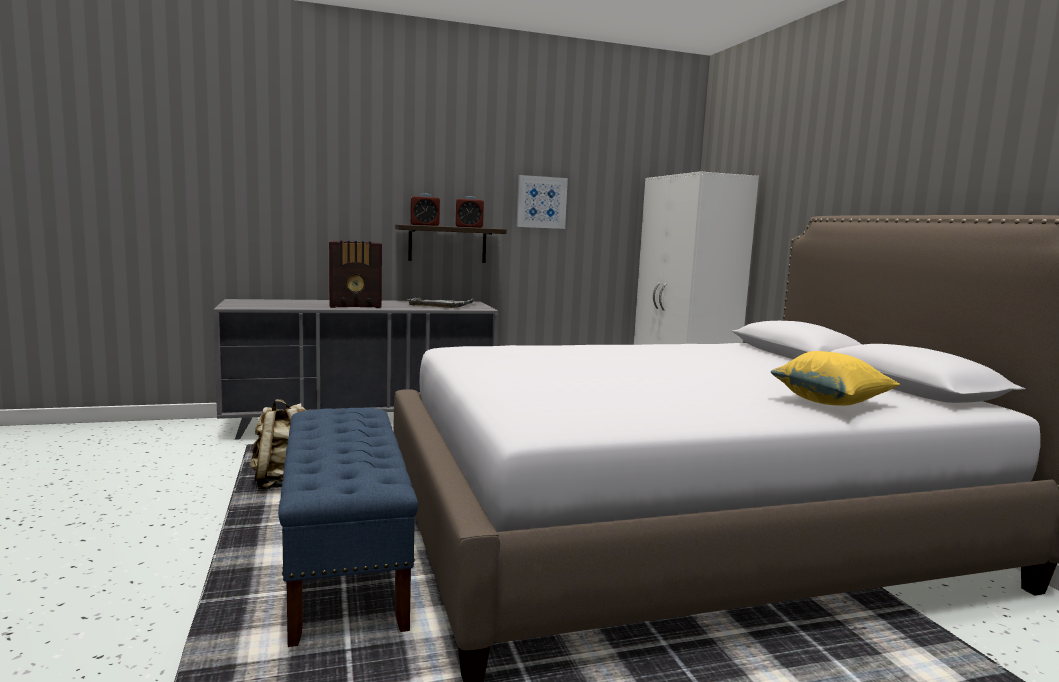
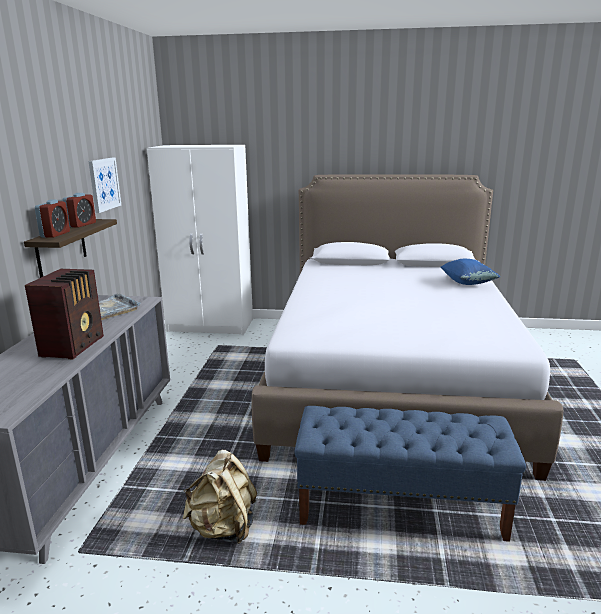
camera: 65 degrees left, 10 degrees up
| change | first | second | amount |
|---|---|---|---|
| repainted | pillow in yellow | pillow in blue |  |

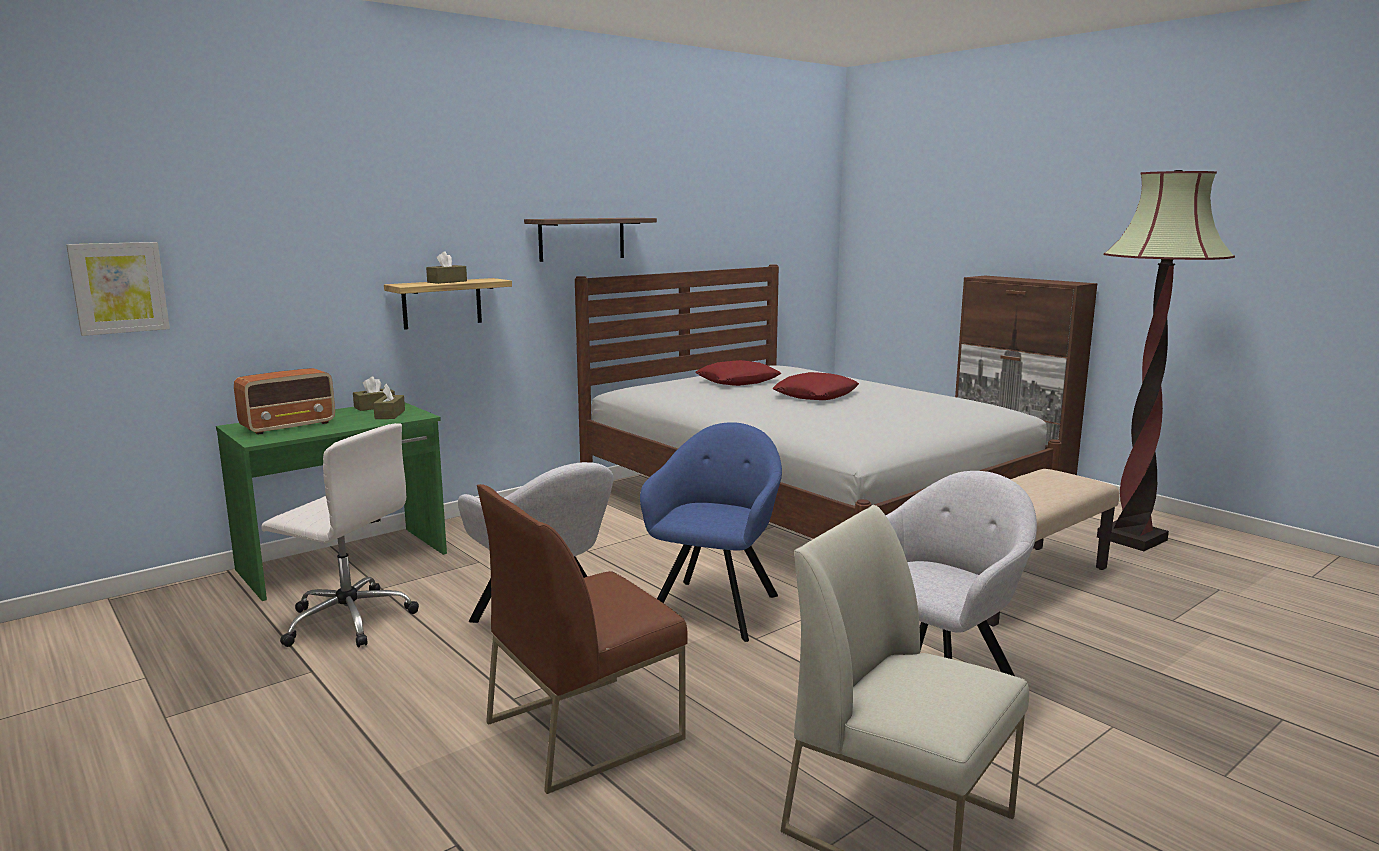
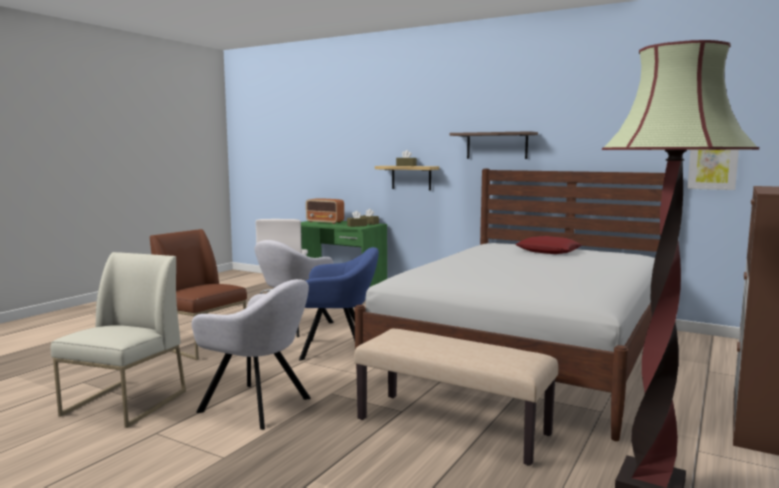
camera: 70 degrees right, 5 degrees down
| change | first | second | amount |
|---|---|---|---|
| gone | pillow in red (no. 2 from left) |  |  |
| shifted | picture |  |  |

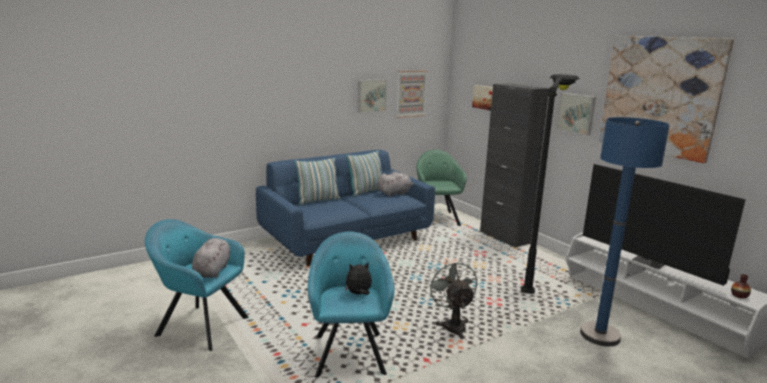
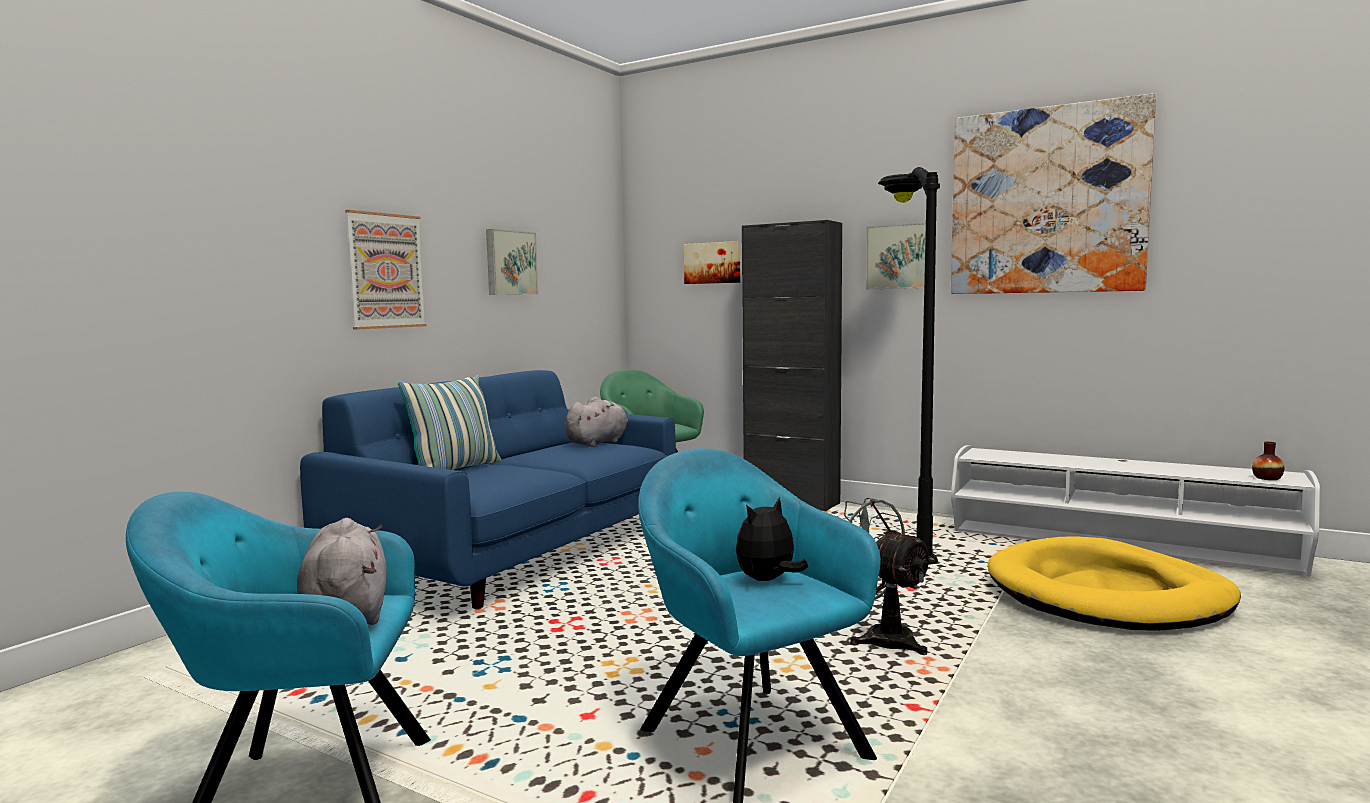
camera: 25 degrees left, 10 degrees down
| change | first | second | amount |
|---|---|---|---|
| gone | pillow (no. 2 from left) |  |  |
| gone | television |  |  |
| shifted | picture (no. 2 from left in the first image) | picture (no. 1 from left) |  |
| swapped | floor lamp in blue | dog bed in yellow |  |

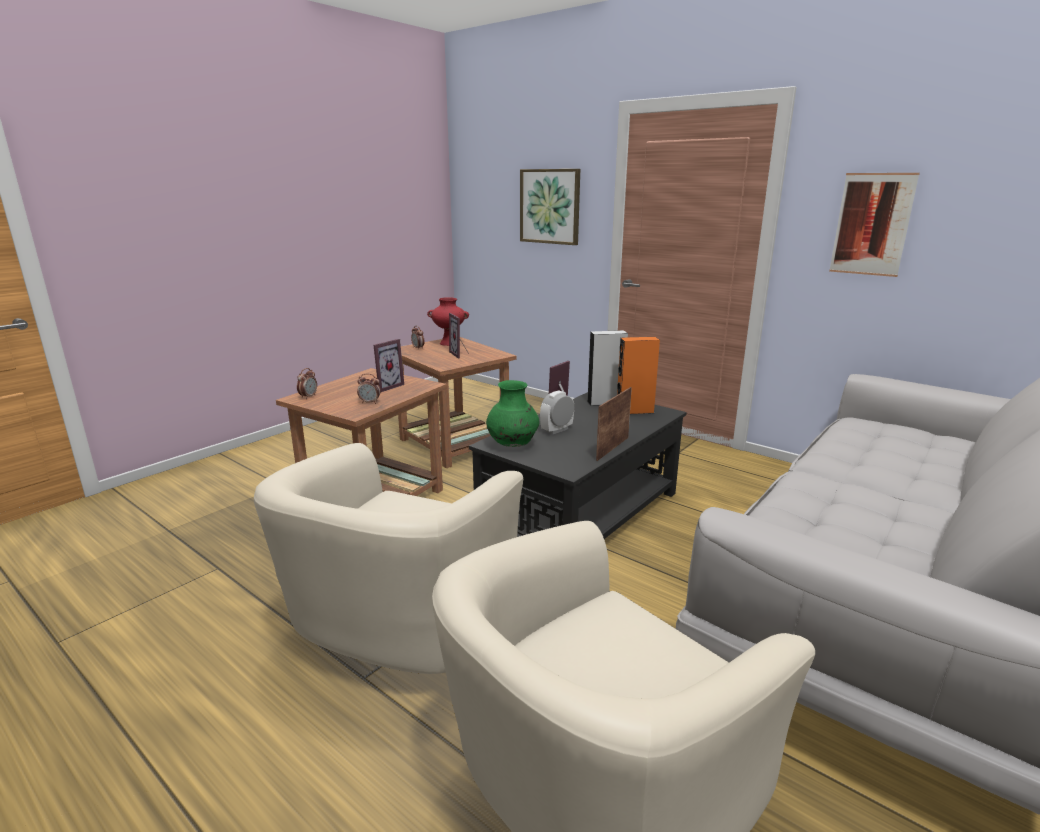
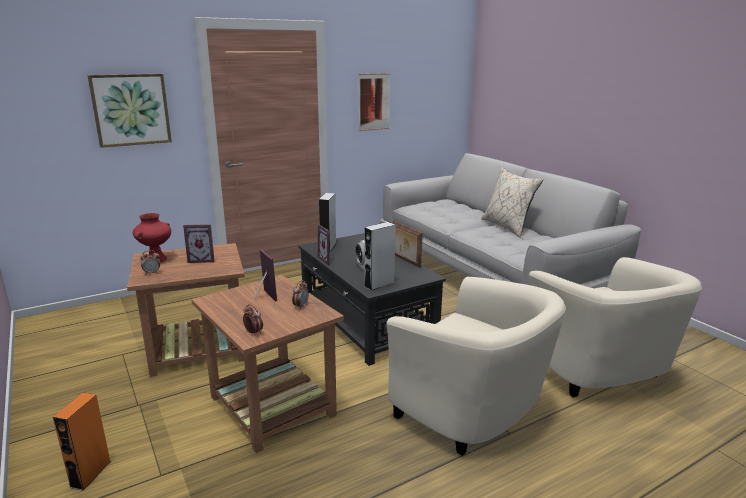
camera: 70 degrees left, 0 degrees up
| change | first | second | amount |
|---|---|---|---|
| new |  | pillow in beige |  |
| shifted | speaker in orange |  |  |
| swapped | vase in green | speaker in grey (no. 2 from left) |  |

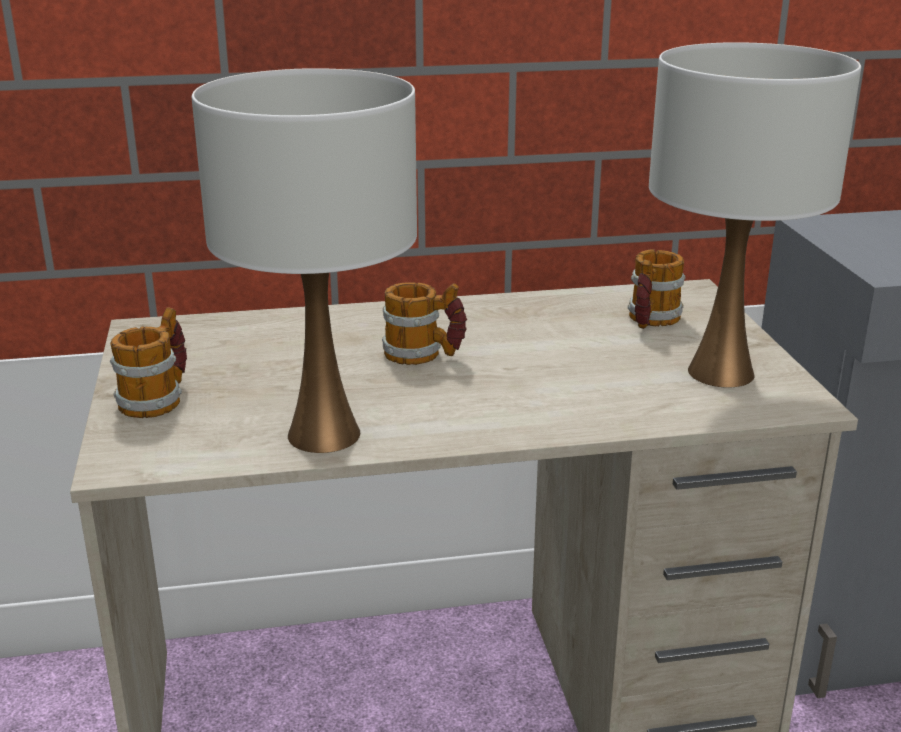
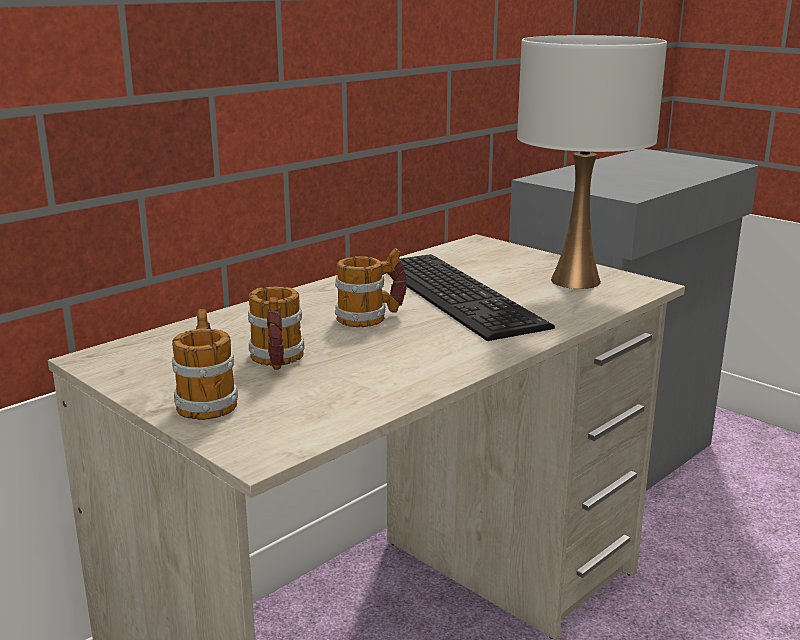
camera: 35 degrees left, 5 degrees down
| change | first | second | amount |
|---|---|---|---|
| gone | table lamp in white (no. 1 from left) |  |  |
| new |  | keyboard |  |
| shifted | mug (no. 3 from left in the first image) | mug (no. 2 from left) |  |

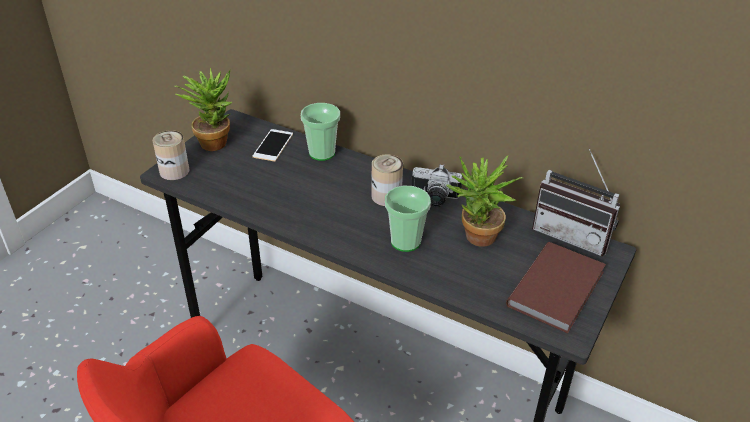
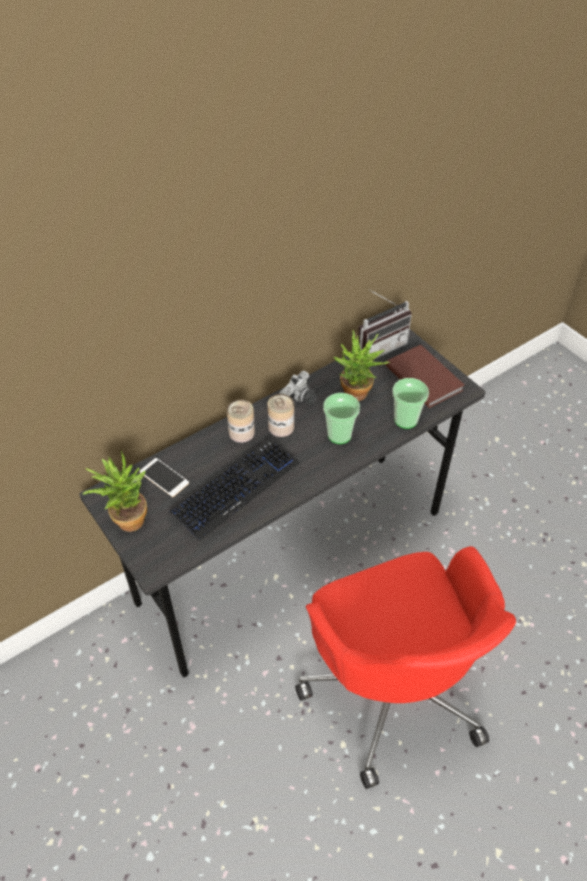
camera: 65 degrees left, 10 degrees up
| change | first | second | amount |
|---|---|---|---|
| new |  | keyboard |  |
| shifted | can (no. 1 from left) |  |  |
| shifted | cup (no. 1 from left in the first image) | cup (no. 2 from left) |  |

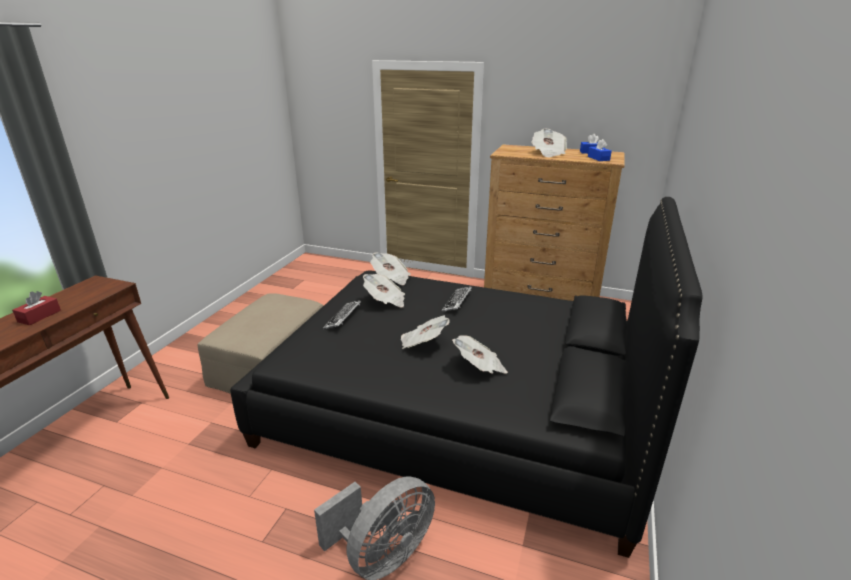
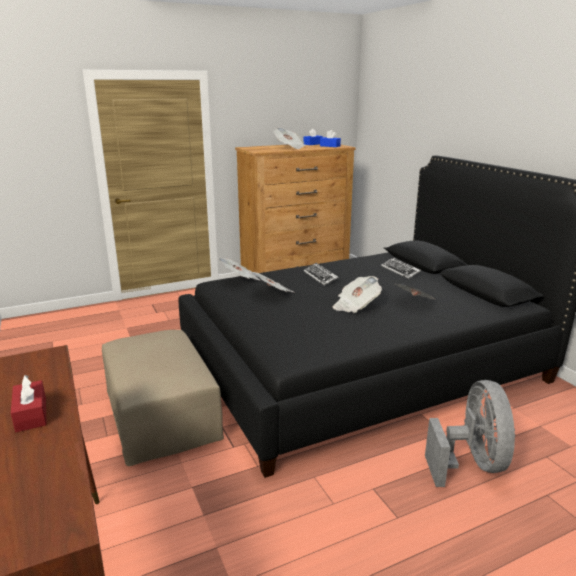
camera: 45 degrees left, 5 degrees down
| change | first | second | amount |
|---|---|---|---|
| shifted | keyboard (no. 1 from left in the first image) | keyboard (no. 2 from left) |  |

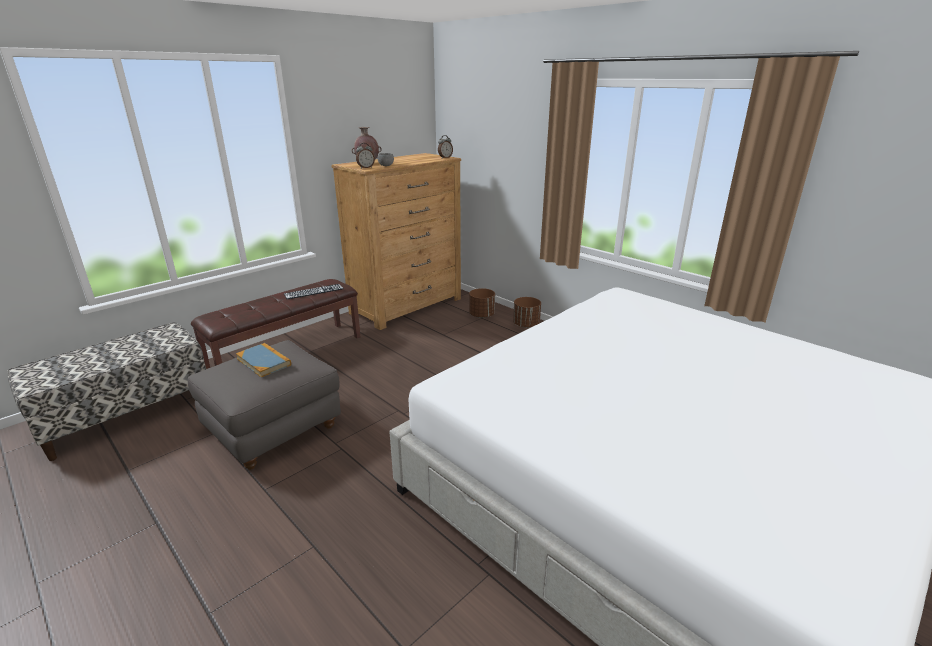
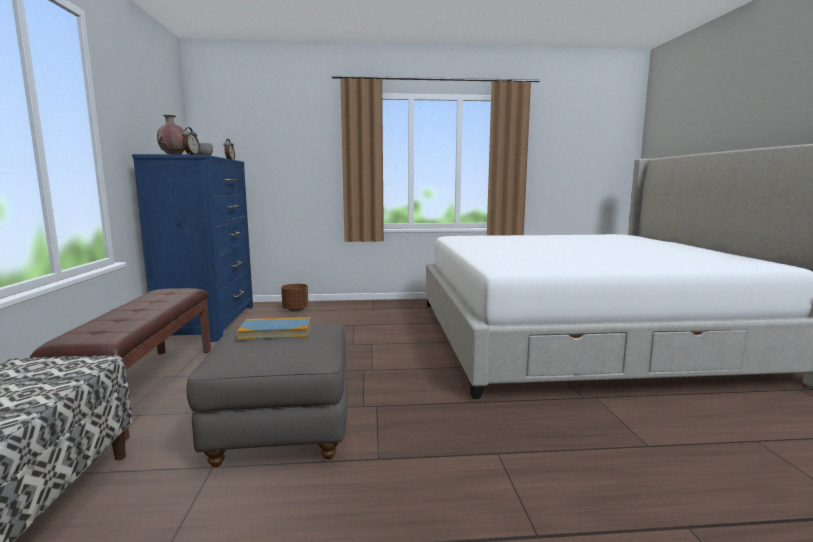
camera: 50 degrees left, 15 degrees down
| change | first | second | amount |
|---|---|---|---|
| gone | keyboard |  |  |
| gone | planter in brown (no. 2 from left) |  |  |
| repainted | dresser in brown | dresser in blue |  |

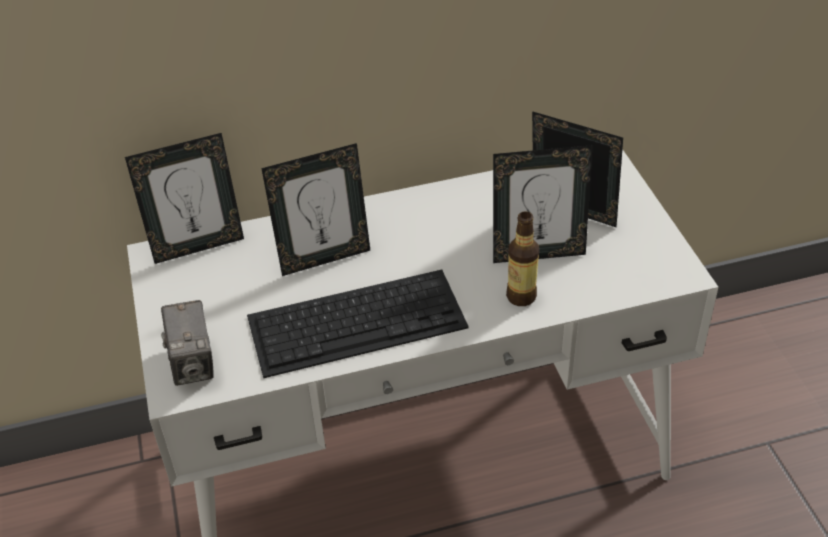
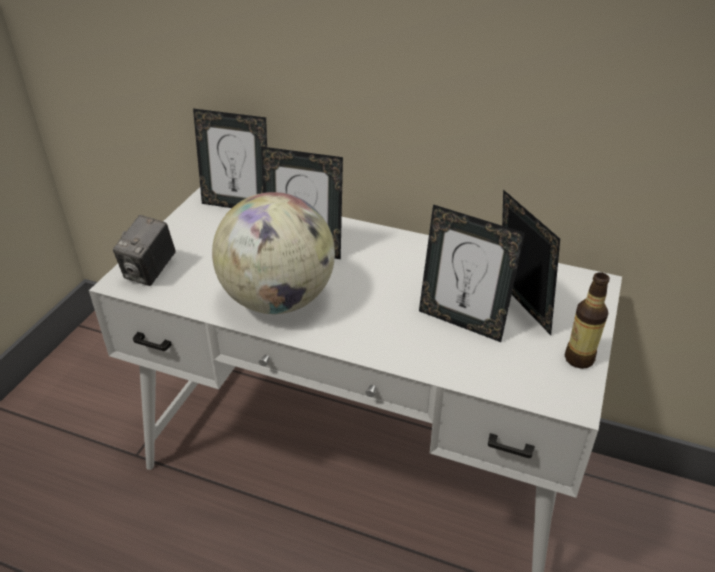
camera: 35 degrees right, 5 degrees down
| change | first | second | amount |
|---|---|---|---|
| shifted | bottle |  |  |
| swapped | keyboard | globe |  |

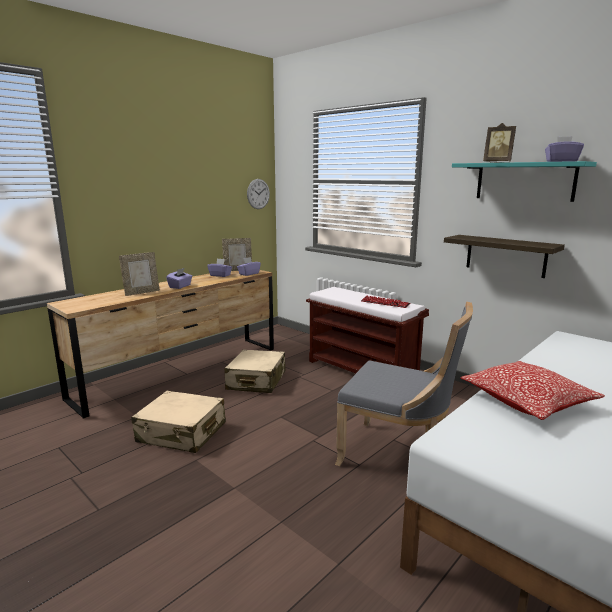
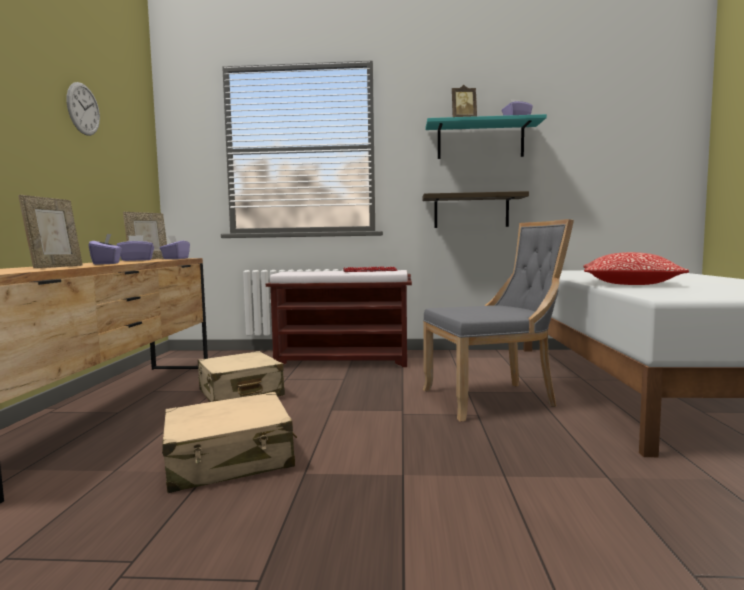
camera: 40 degrees left, 10 degrees down
| change | first | second | amount |
|---|---|---|---|
| shifted | wall clock |  |  |

